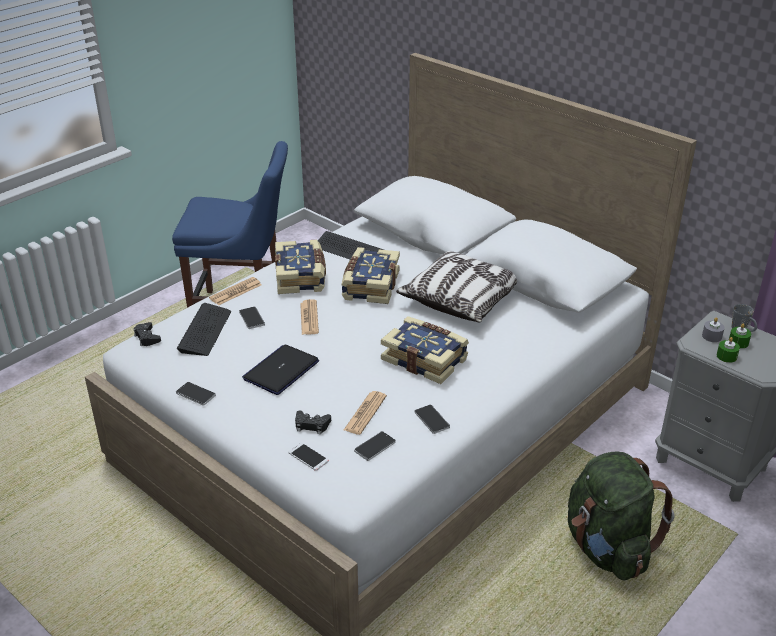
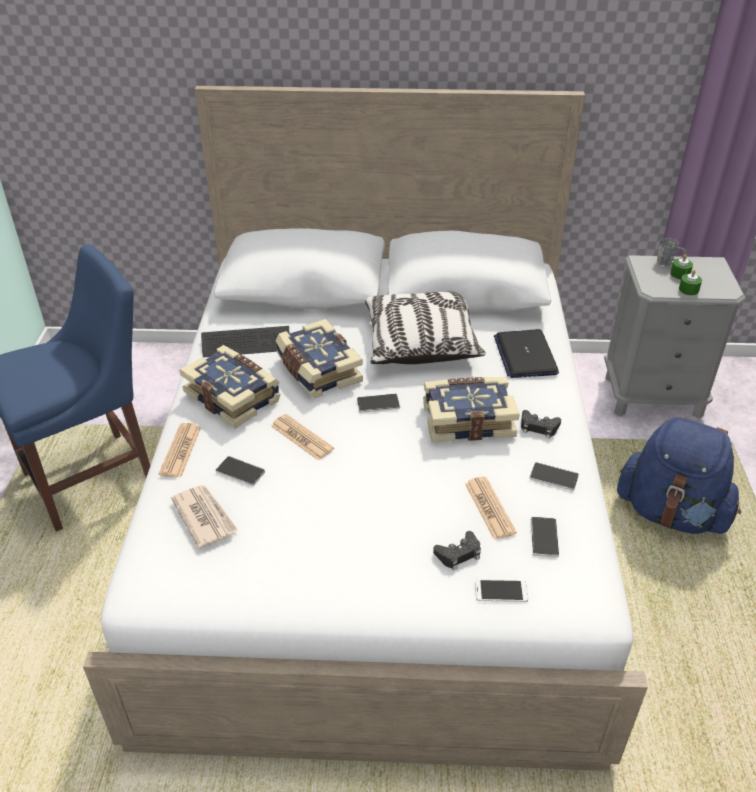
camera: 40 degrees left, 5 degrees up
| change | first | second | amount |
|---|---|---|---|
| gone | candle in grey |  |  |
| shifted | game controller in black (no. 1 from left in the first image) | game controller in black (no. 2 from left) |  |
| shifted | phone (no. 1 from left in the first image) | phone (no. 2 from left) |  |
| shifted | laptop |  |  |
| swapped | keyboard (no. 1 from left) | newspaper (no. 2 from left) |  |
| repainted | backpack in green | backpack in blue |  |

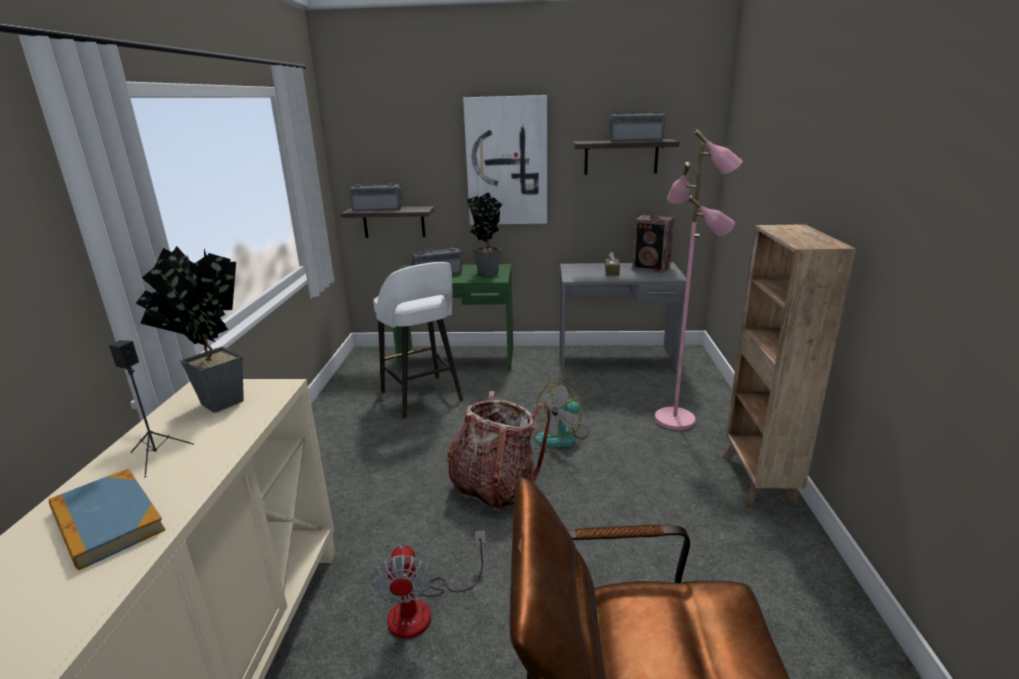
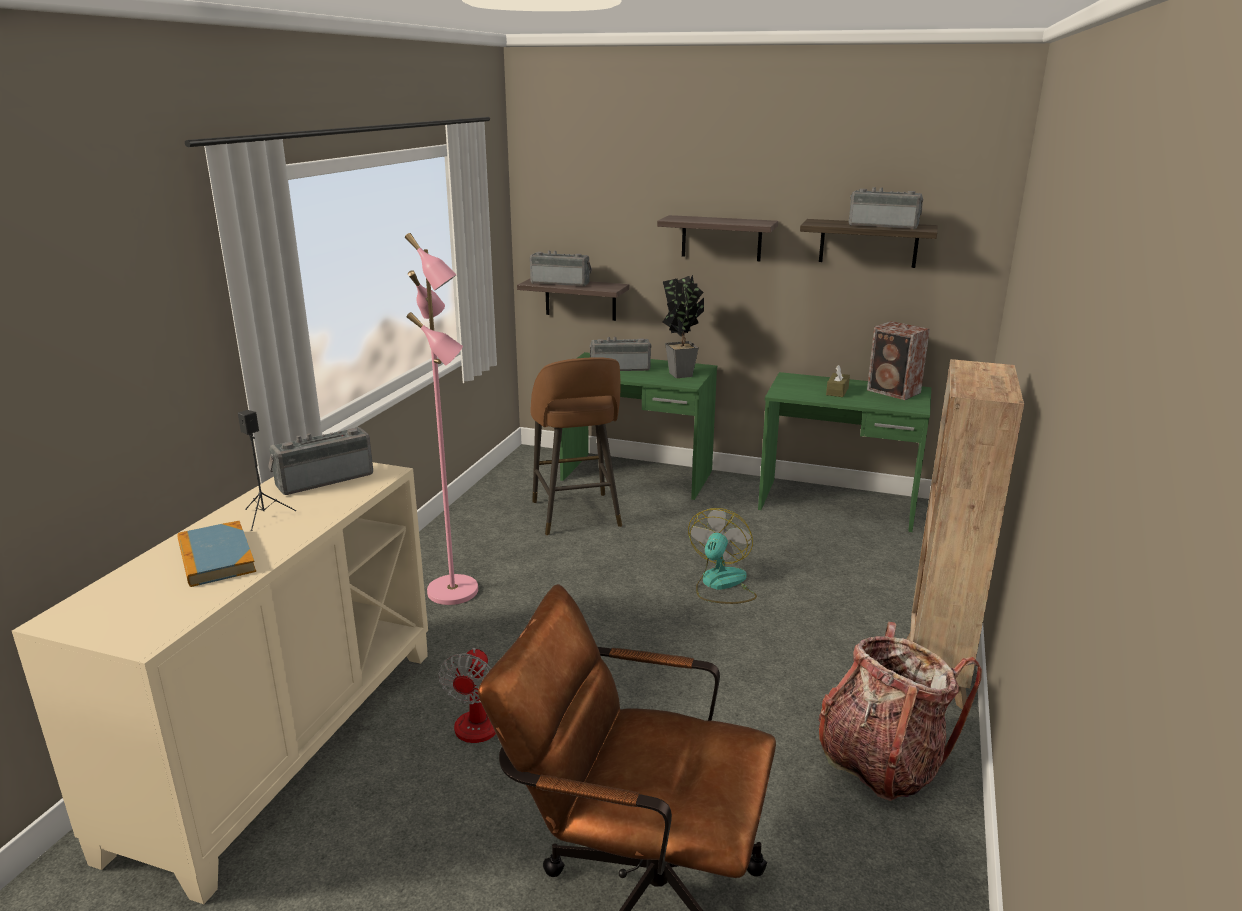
camera: 15 degrees right, 0 degrees up
| change | first | second | amount |
|---|---|---|---|
| shifted | backpack |  |  |
| shifted | floor lamp in pink |  |  |
| swapped | potted plant (no. 1 from left) | radio (no. 1 from left) |  |
| swapped | picture | shelf (no. 2 from left) |  |
| repainted | stool in white | stool in brown |  |
| repainted | desk in grey | desk in green (no. 2 from left) |  |
| rotated | fan (no. 2 from left) |  | 135 degrees clockwise |

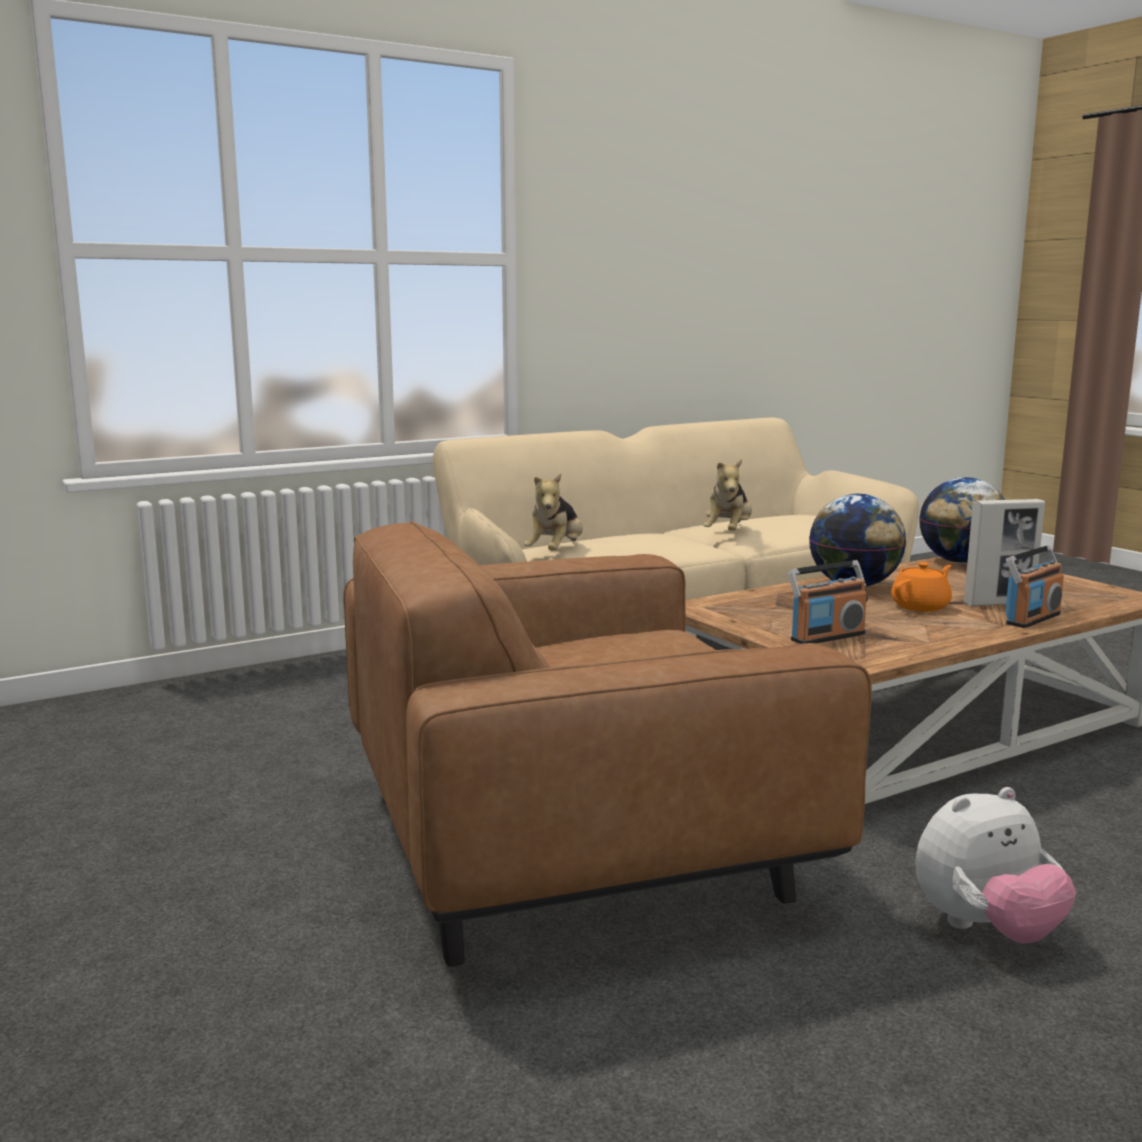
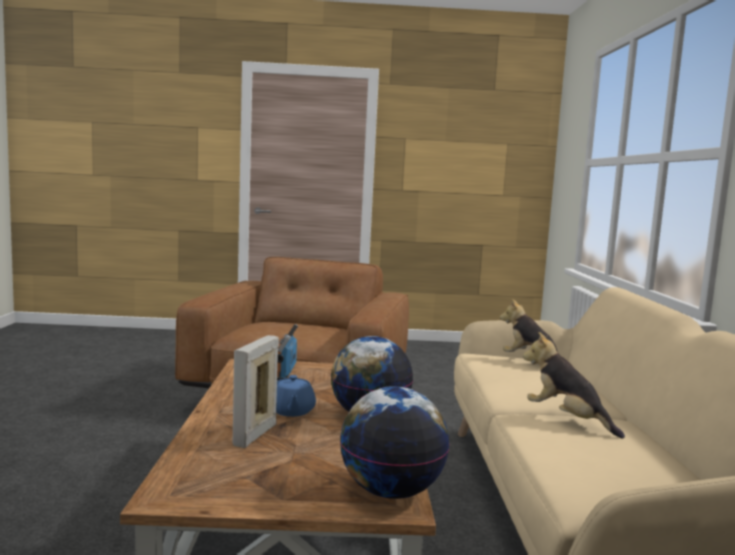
camera: 120 degrees right, 5 degrees down
| change | first | second | amount |
|---|---|---|---|
| gone | plush toy (no. 3 from left) |  |  |
| gone | radio (no. 2 from left) |  |  |
| repainted | teapot in orange | teapot in blue |  |

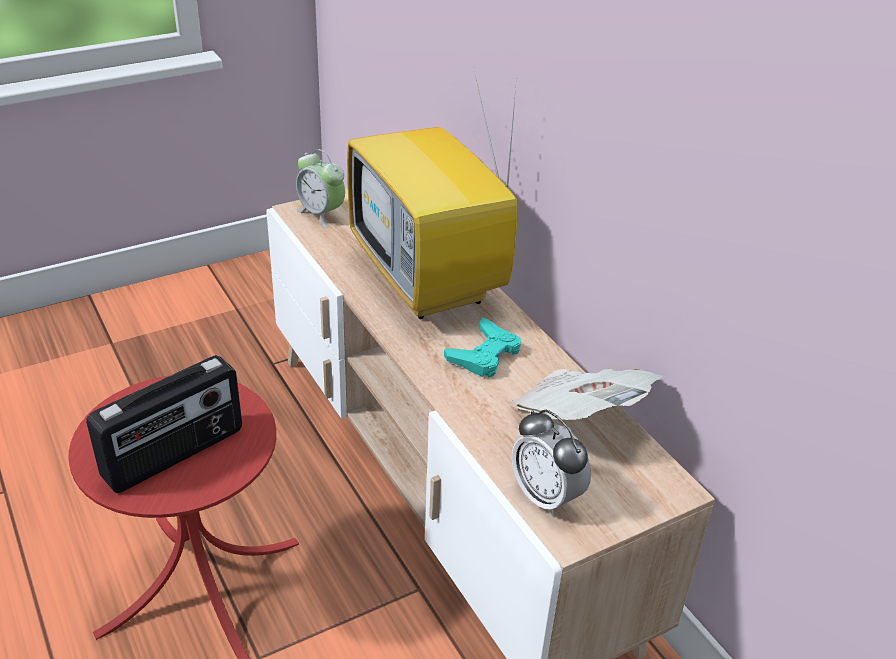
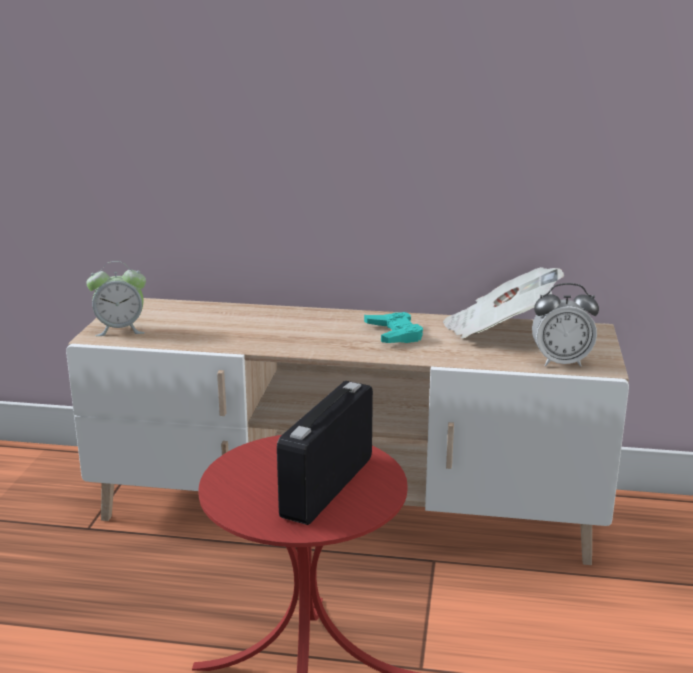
camera: 50 degrees left, 15 degrees down
| change | first | second | amount |
|---|---|---|---|
| gone | television |  |  |
| rotated | radio |  | 150 degrees counterclockwise |

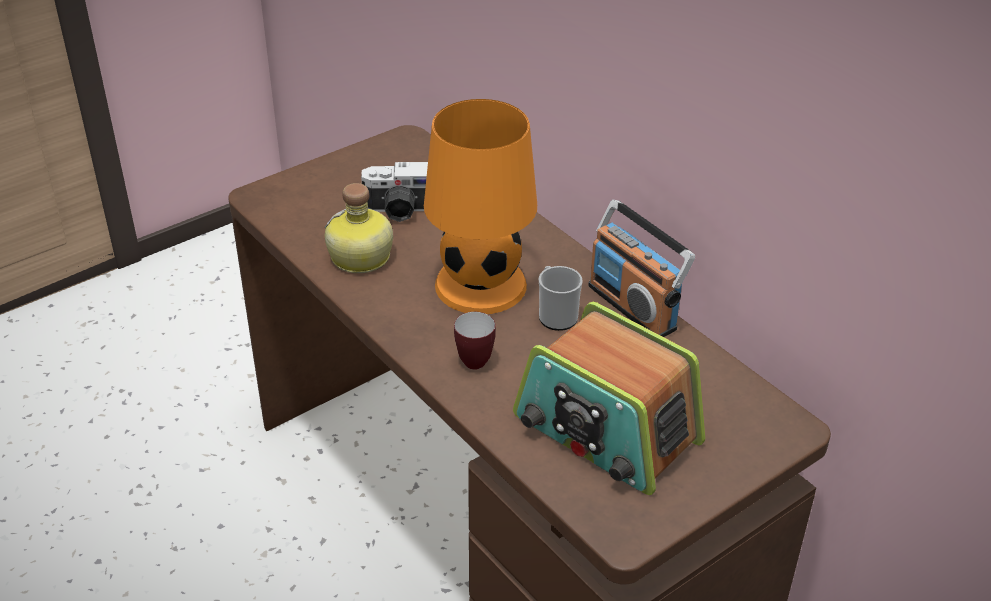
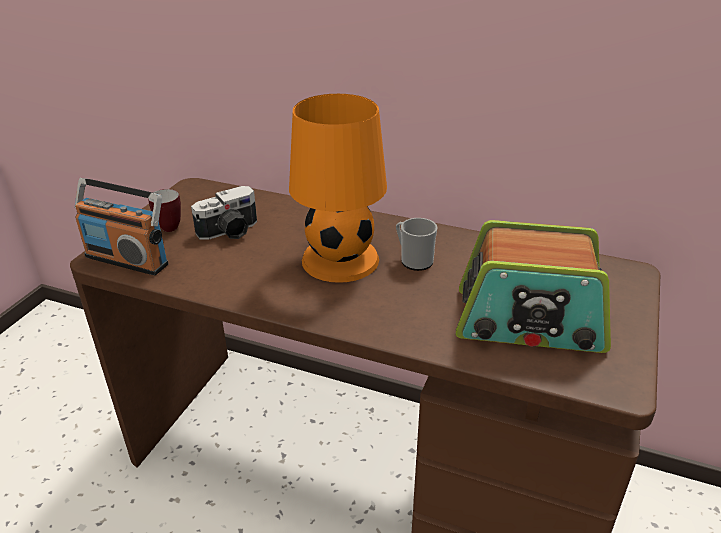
camera: 30 degrees left, 5 degrees down
| change | first | second | amount |
|---|---|---|---|
| gone | bottle |  |  |
| shifted | mug (no. 1 from left) |  |  |
| shifted | radio (no. 2 from left in the first image) | radio (no. 1 from left) |  |

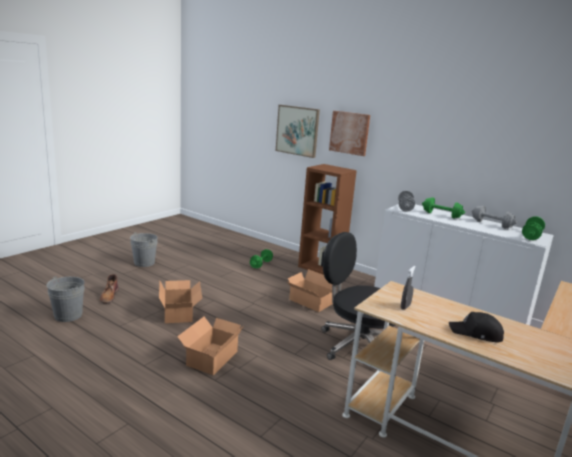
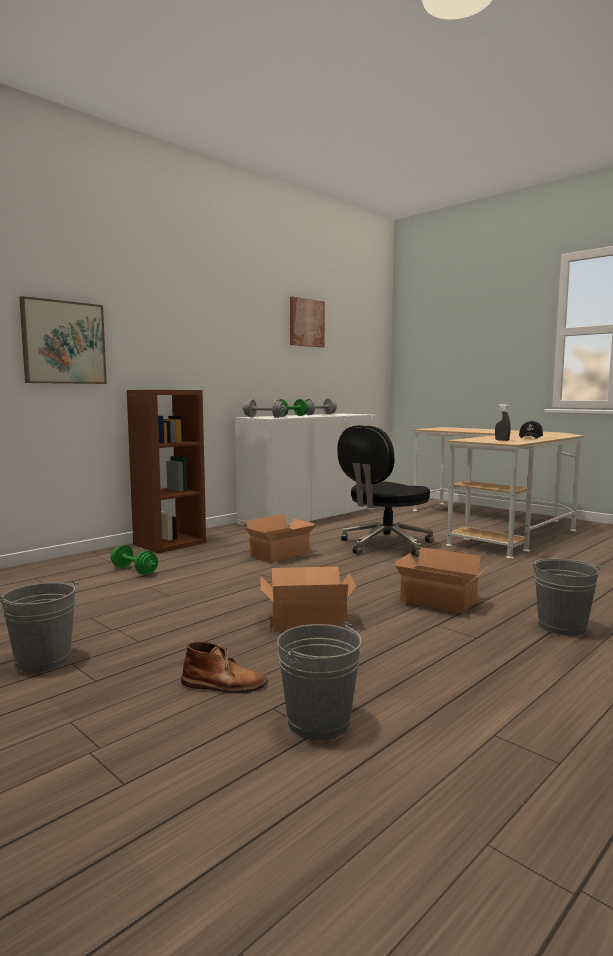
camera: 80 degrees left, 10 degrees down
| change | first | second | amount |
|---|---|---|---|
| gone | dumbbell in green (no. 3 from left) |  |  |
| new |  | bucket in grey (no. 3 from left) |  |
| shifted | picture (no. 2 from left) |  |  |

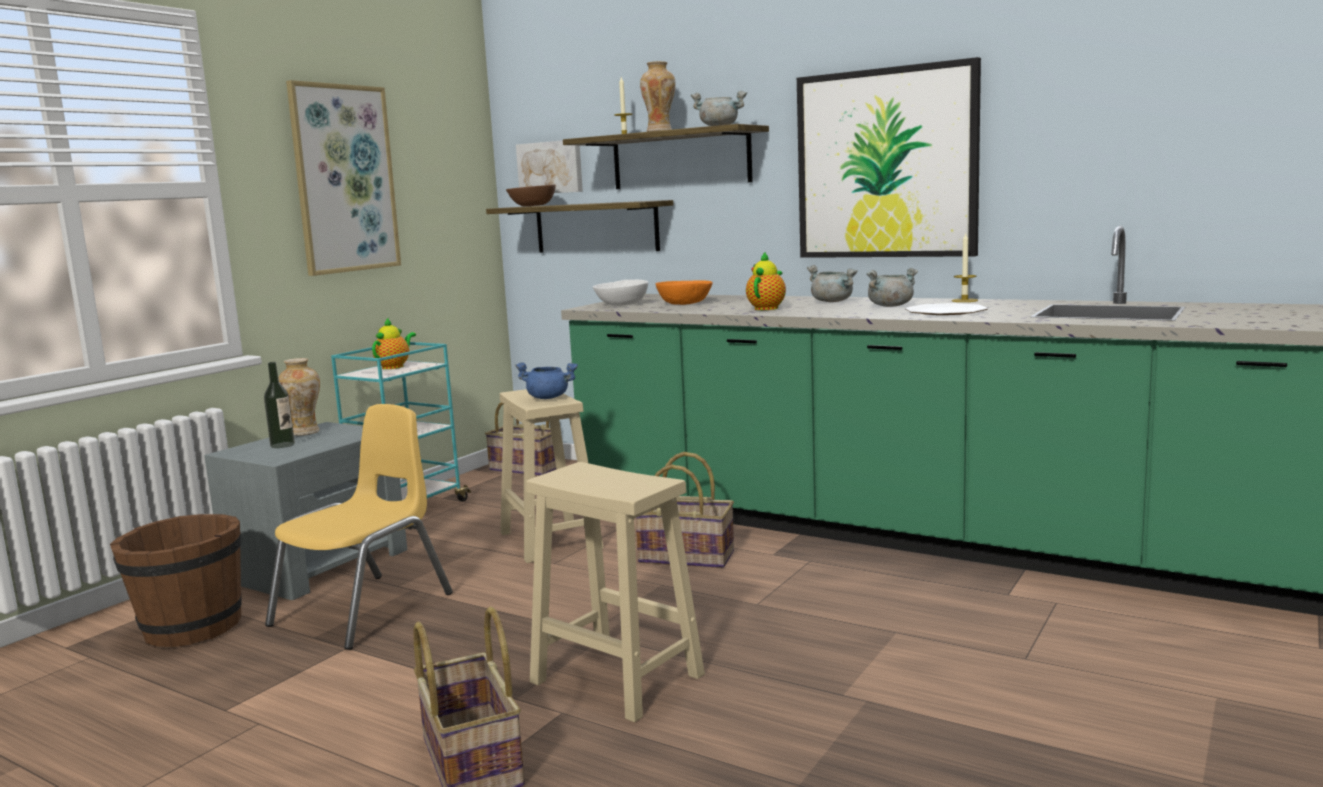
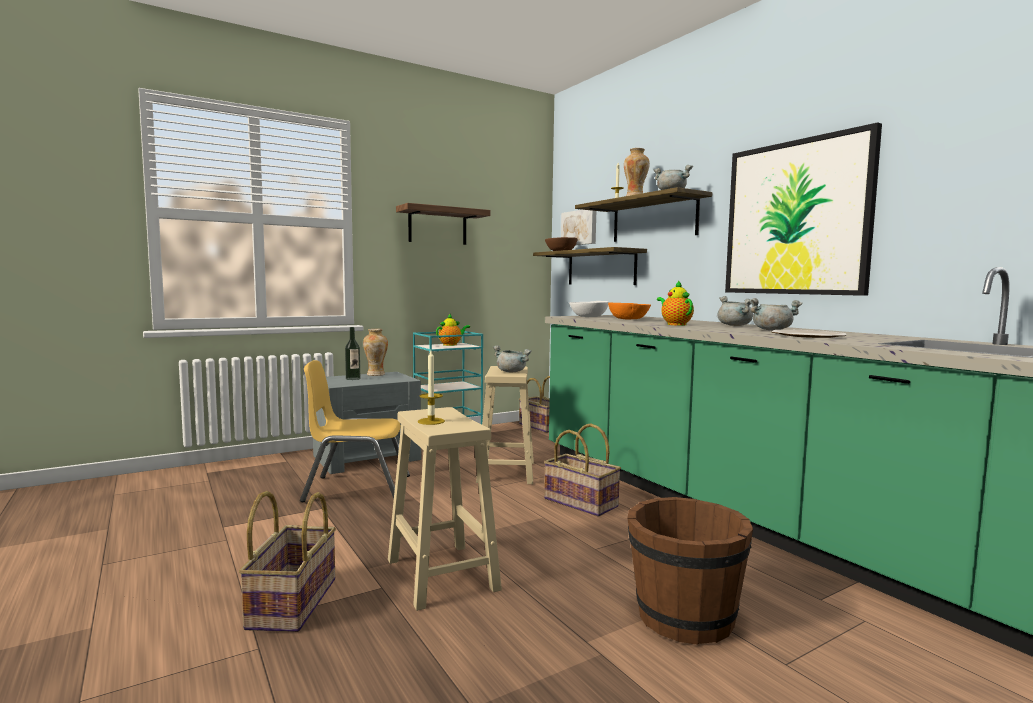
camera: 25 degrees right, 5 degrees down
| change | first | second | amount |
|---|---|---|---|
| shifted | bucket in brown |  |  |
| shifted | candle (no. 2 from left in the first image) | candle (no. 1 from left) |  |
| swapped | picture (no. 1 from left) | shelf (no. 1 from left) |  |
| repainted | cooking pot in blue | cooking pot in grey (no. 1 from left) |  |
| rotated | chair in yellow |  | 150 degrees counterclockwise |
| rotated | teapot (no. 2 from left) |  | 75 degrees counterclockwise |

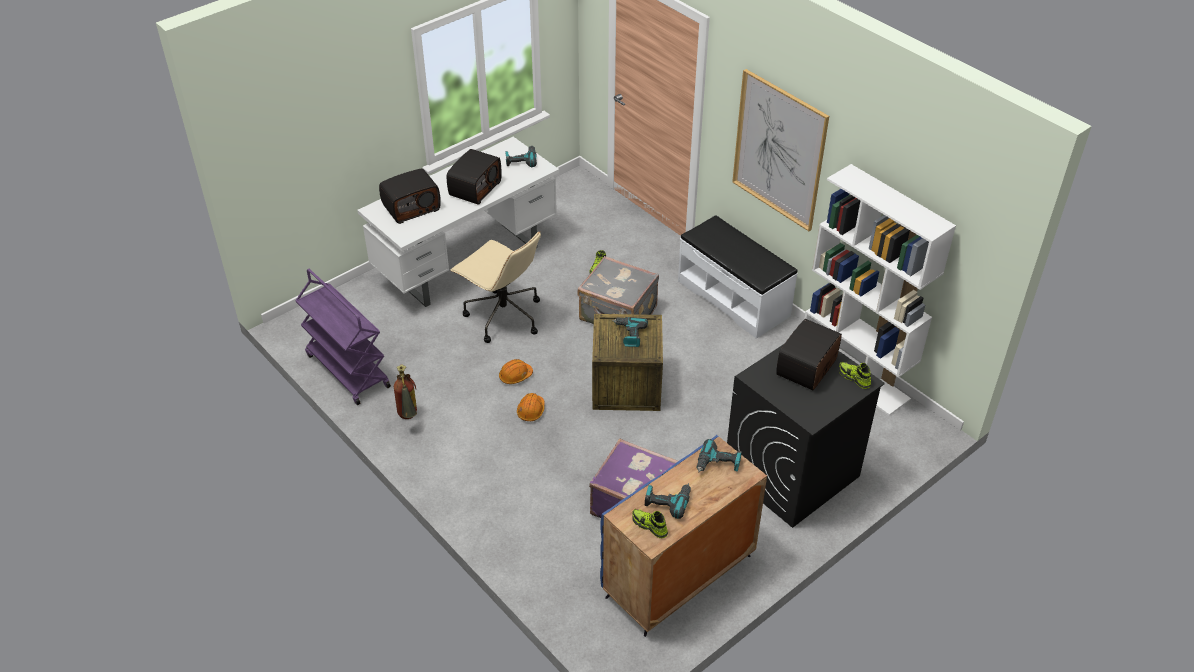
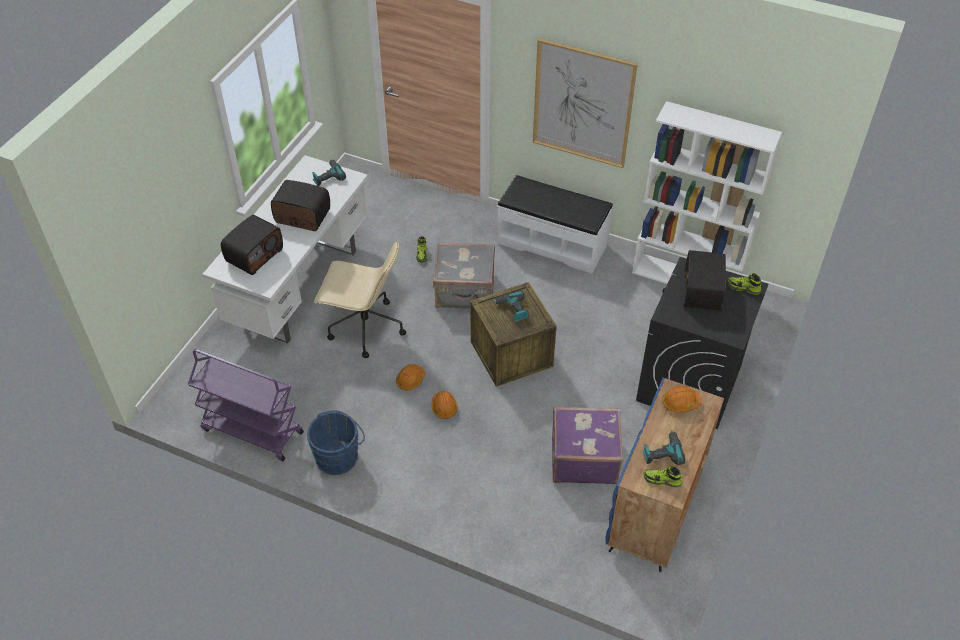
camera: 25 degrees left, 5 degrees up
| change | first | second | amount |
|---|---|---|---|
| swapped | fire extinguisher | bucket in blue |  |
| swapped | power drill (no. 4 from left) | hard hat in orange (no. 3 from left) |  |
| rotated | radio (no. 2 from left) |  | 75 degrees counterclockwise |

